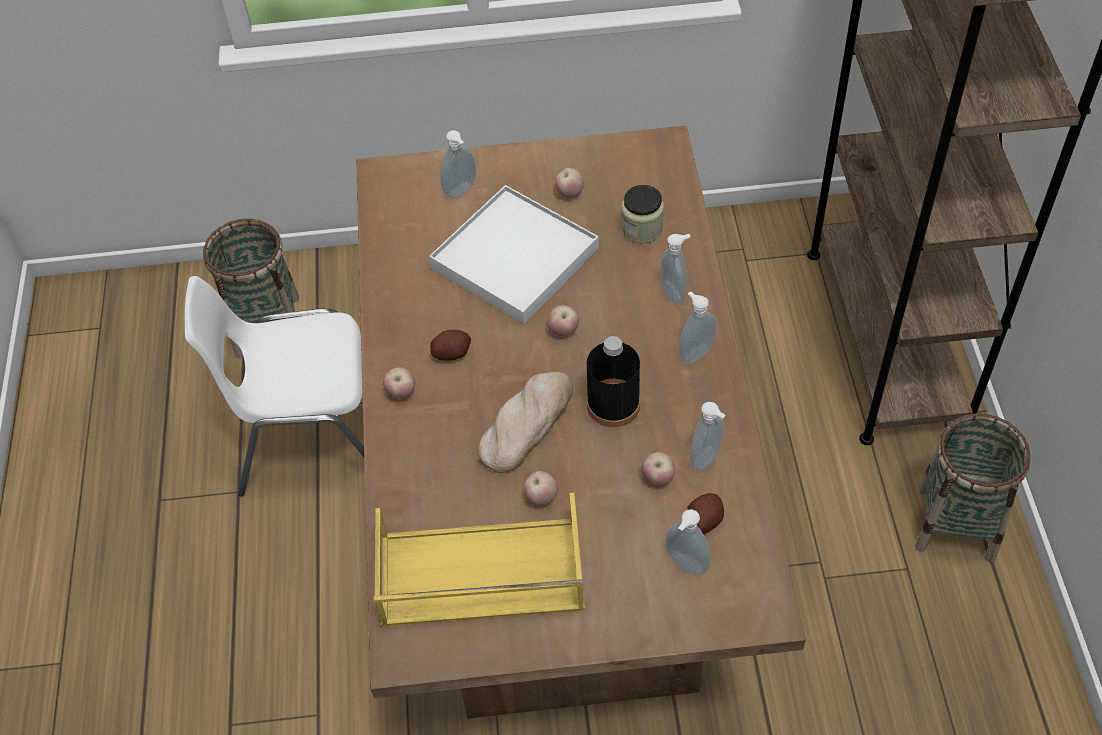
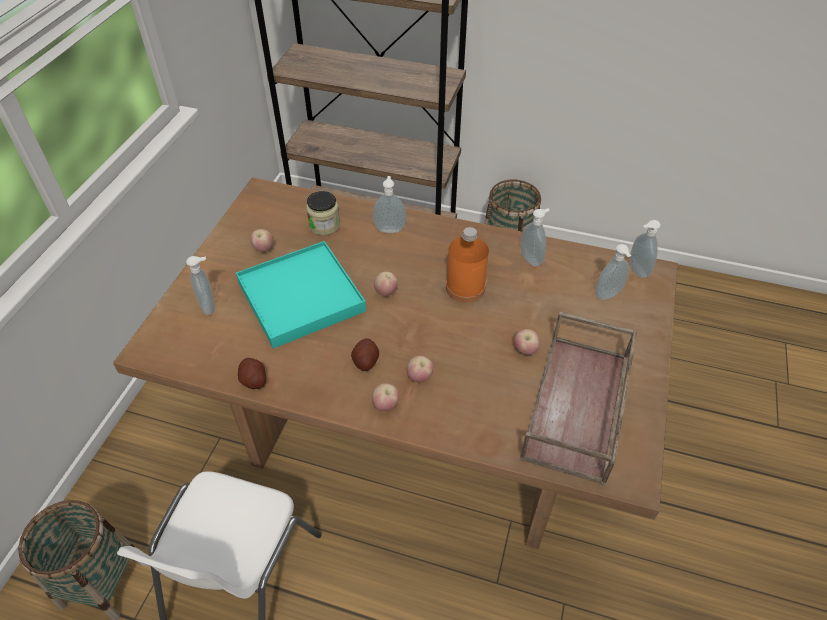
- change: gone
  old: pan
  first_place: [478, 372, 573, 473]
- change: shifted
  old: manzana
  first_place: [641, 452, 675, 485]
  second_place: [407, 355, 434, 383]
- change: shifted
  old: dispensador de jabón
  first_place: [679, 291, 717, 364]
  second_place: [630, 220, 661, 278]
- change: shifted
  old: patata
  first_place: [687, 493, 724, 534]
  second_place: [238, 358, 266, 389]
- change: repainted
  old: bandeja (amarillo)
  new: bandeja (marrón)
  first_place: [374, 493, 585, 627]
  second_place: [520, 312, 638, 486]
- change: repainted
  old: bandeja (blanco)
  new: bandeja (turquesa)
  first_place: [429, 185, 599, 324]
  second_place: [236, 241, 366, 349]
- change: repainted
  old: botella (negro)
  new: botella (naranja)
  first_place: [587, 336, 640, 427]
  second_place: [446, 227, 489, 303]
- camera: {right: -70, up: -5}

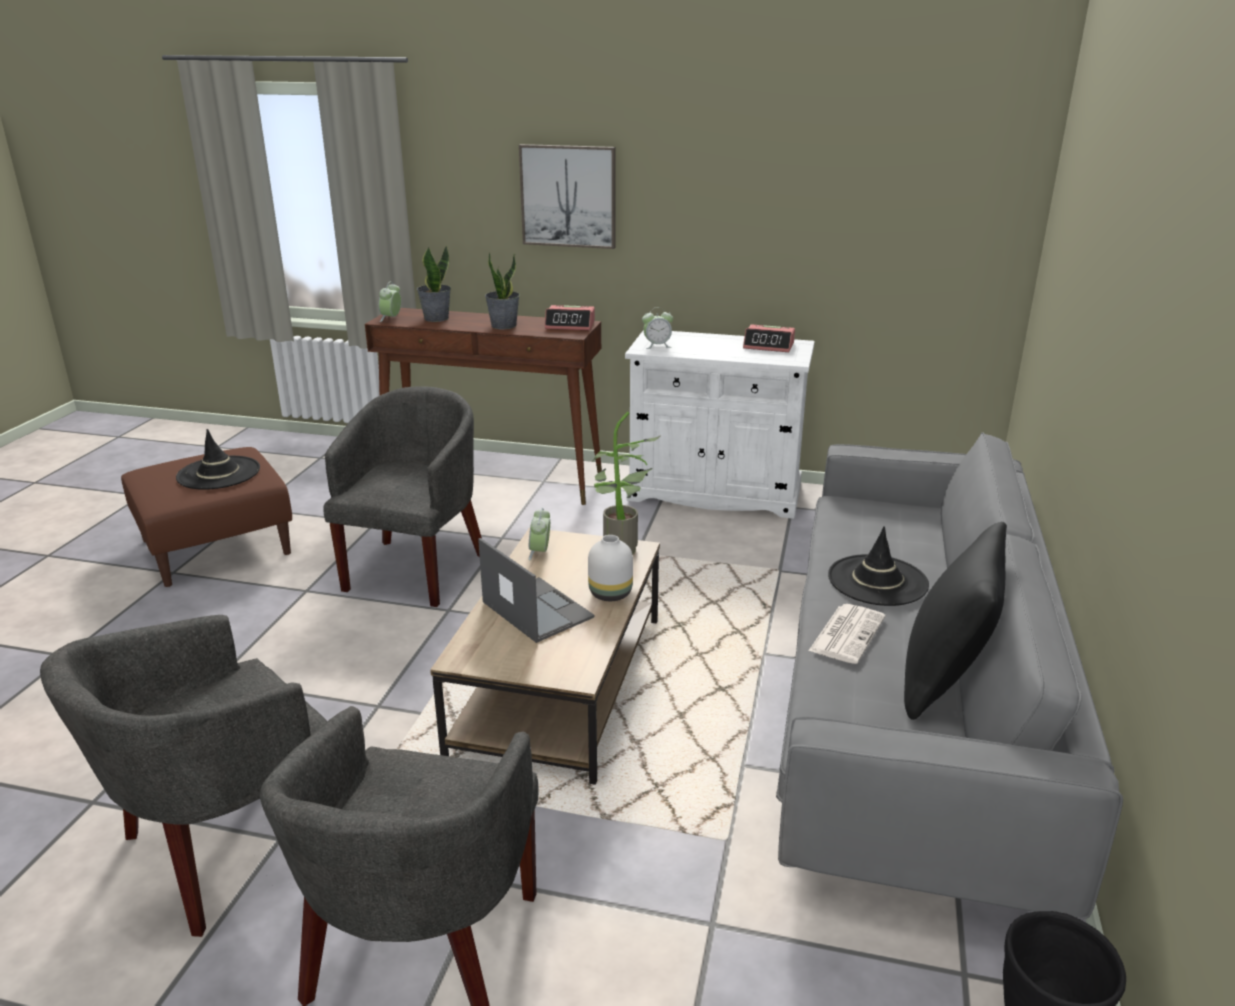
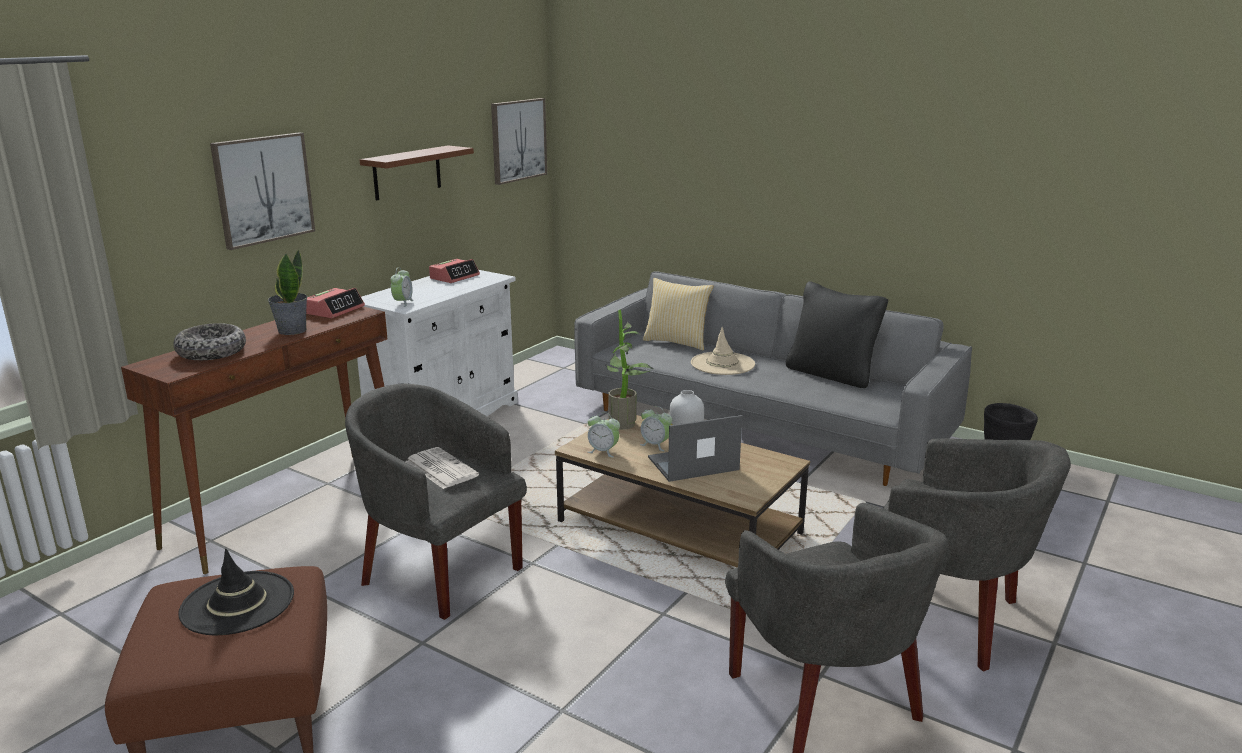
- change: new
  new: estante (marrón)
  second_place: [360, 145, 474, 200]
- change: new
  new: cuadro
  second_place: [491, 98, 547, 185]
- change: new
  new: cojín
  second_place: [643, 278, 714, 350]
- change: shifted
  old: despertador
  first_place: [379, 281, 401, 322]
  second_place: [640, 406, 672, 451]
- change: shifted
  old: periódico
  first_place: [808, 604, 885, 664]
  second_place: [405, 447, 479, 489]
- change: swapped
  old: planta en maceta
  new: cuenco
  first_place: [417, 245, 451, 322]
  second_place: [173, 323, 246, 360]
- change: repainted
  old: sombrero (negro)
  new: sombrero (beis)
  first_place: [828, 526, 929, 606]
  second_place: [691, 327, 755, 375]
- camera: {right: -70, up: -5}

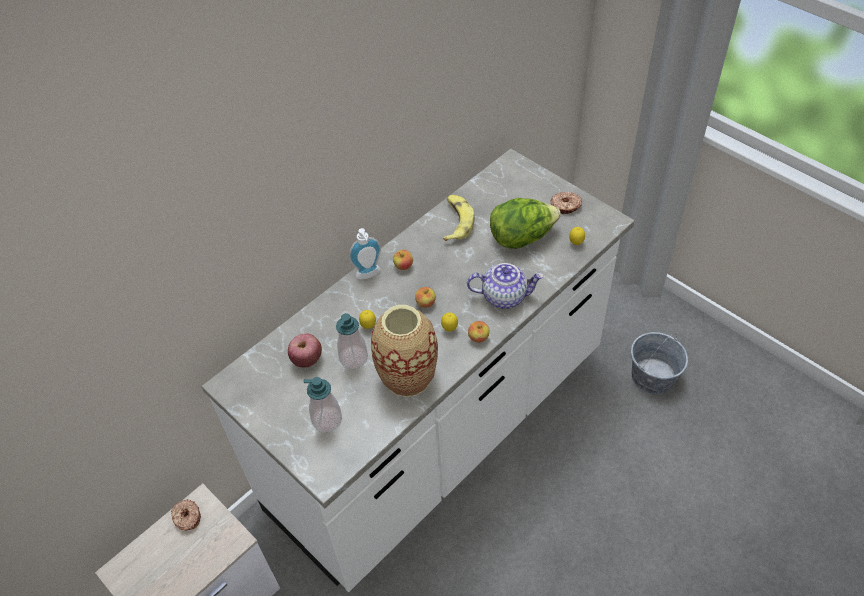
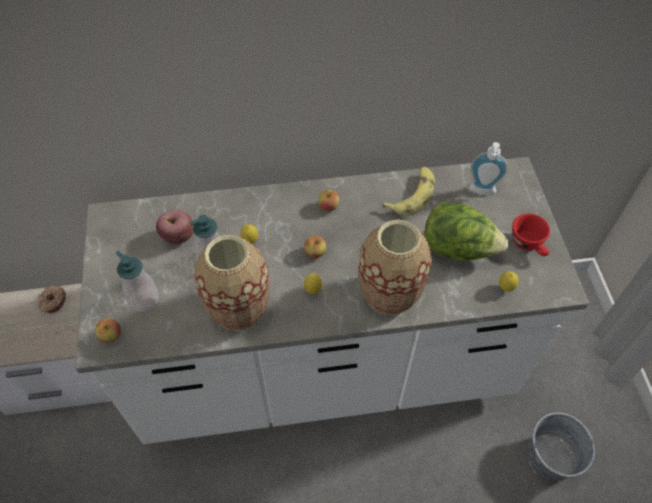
- change: shifted
  old: dispensador de jabón
  first_place: [349, 228, 381, 279]
  second_place: [469, 142, 508, 195]
- change: shifted
  old: manzana
  first_place: [468, 321, 489, 343]
  second_place: [95, 318, 121, 343]
- change: swapped
  old: tetera
  new: florero
  first_place: [467, 263, 544, 309]
  second_place: [359, 219, 432, 315]
- change: swapped
  old: rosquilla
  new: taza (rojo)
  first_place: [550, 192, 582, 214]
  second_place: [512, 213, 550, 256]
- camera: {right: 35, up: 5}

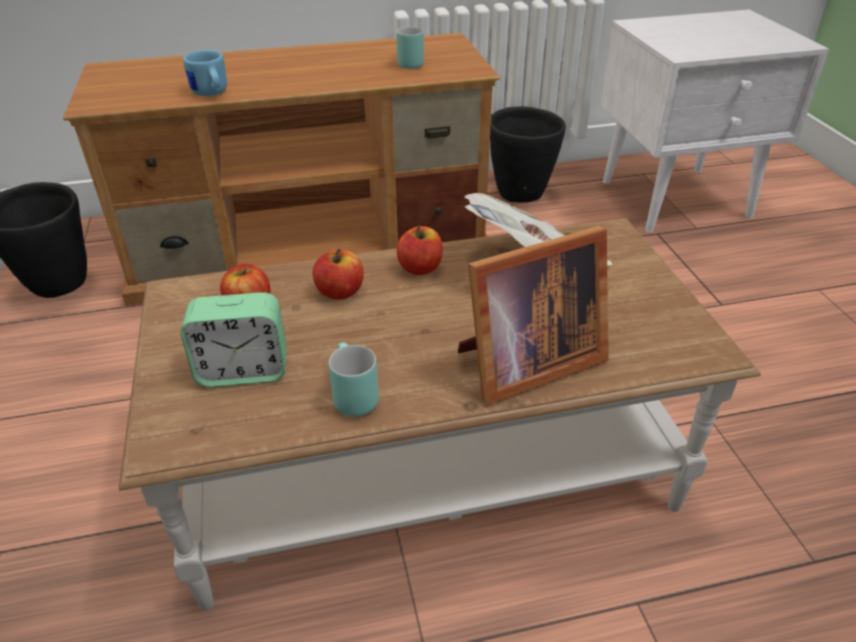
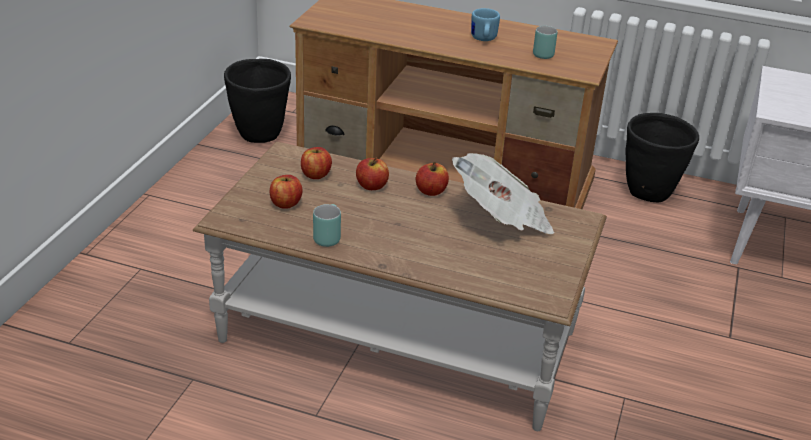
- change: gone
  old: portarretratos
  first_place: [458, 226, 609, 405]
- change: shifted
  old: taza grande (azul)
  first_place: [183, 50, 227, 96]
  second_place: [471, 8, 500, 41]
- change: swapped
  old: despertador
  new: manzana
  first_place: [181, 292, 286, 387]
  second_place: [270, 175, 303, 209]
- camera: {right: 30, up: -5}

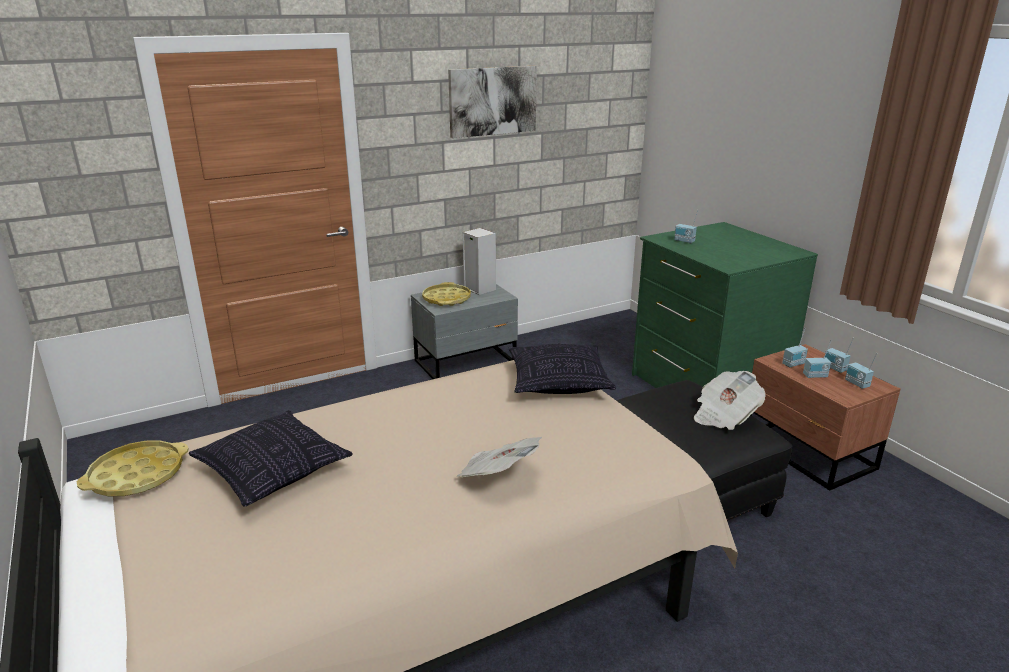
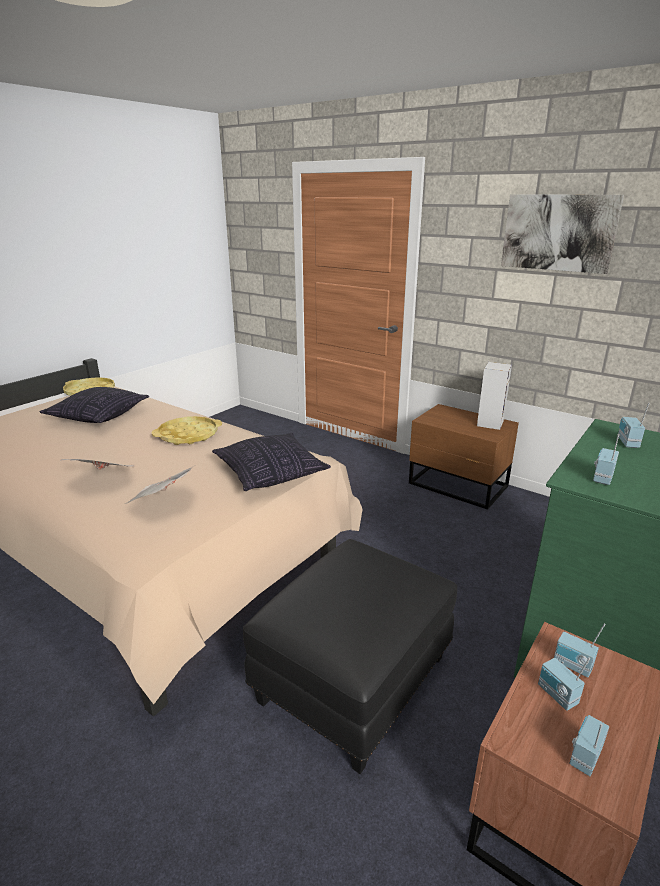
- change: shifted
  old: bandeja (amarillo)
  first_place: [422, 282, 471, 306]
  second_place: [152, 416, 222, 445]
- change: shifted
  old: periódico
  first_place: [694, 371, 766, 430]
  second_place: [125, 467, 192, 504]
- change: shifted
  old: radio
  first_place: [825, 338, 854, 373]
  second_place: [593, 434, 619, 485]
- change: repainted
  old: mesita de noche (gris)
  new: mesita de noche (marrón)
  first_place: [411, 284, 518, 379]
  second_place: [409, 404, 519, 510]
- camera: {right: 65, up: 0}

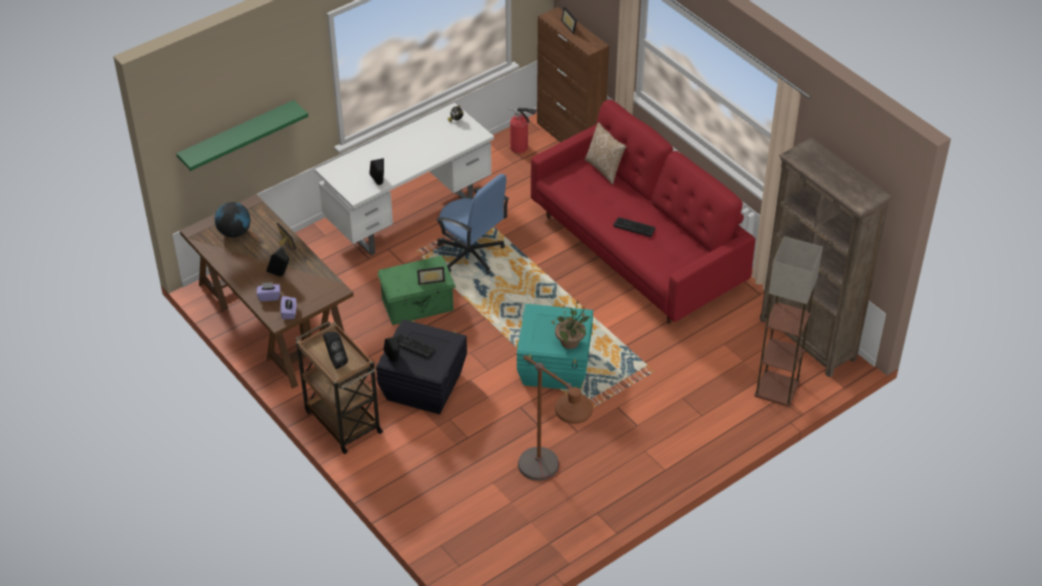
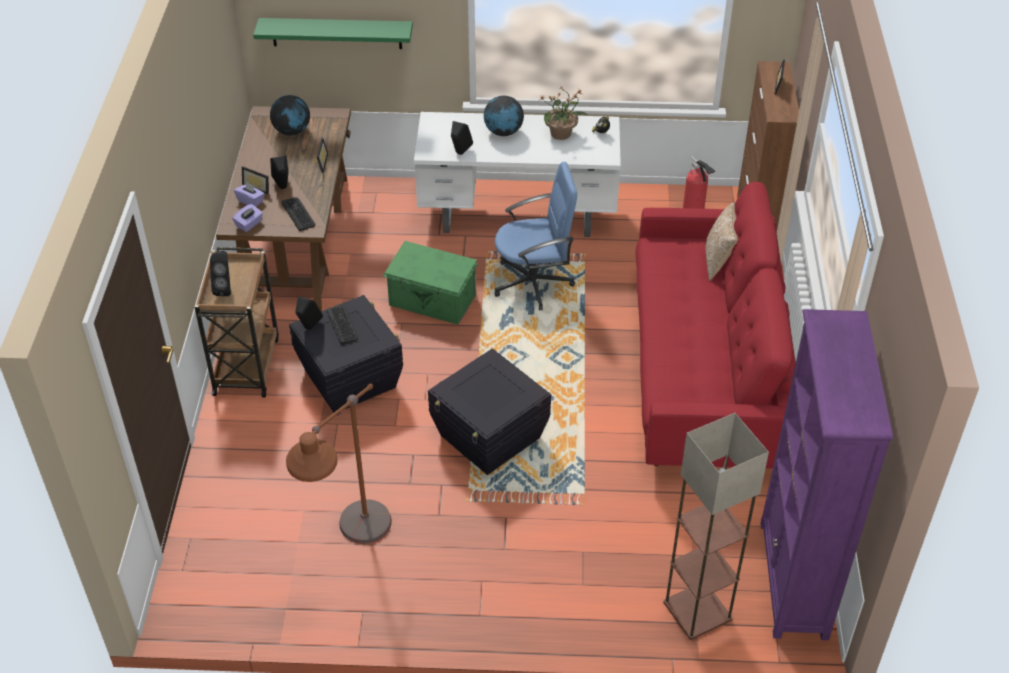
- change: new
  new: globo terráqueo
  second_place: [484, 96, 524, 136]
- change: shifted
  old: portarretratos
  first_place: [417, 267, 445, 285]
  second_place: [242, 166, 269, 195]
- change: shifted
  old: planta en maceta
  first_place: [552, 299, 590, 349]
  second_place: [539, 87, 587, 140]
- change: shifted
  old: teclado
  first_place: [614, 217, 655, 237]
  second_place: [282, 198, 315, 231]
- change: repainted
  old: caja de almacenaje (turquesa)
  new: caja de almacenaje (negro)
  first_place: [517, 304, 593, 389]
  second_place: [428, 348, 551, 475]
- change: repainted
  old: estantería (marrón)
  new: estantería (morado)
  first_place: [760, 138, 892, 377]
  second_place: [761, 309, 893, 640]
- change: rotated
  old: silla de oficina (azul)
  first_place: [436, 174, 509, 274]
  second_place: [494, 162, 577, 311]
  degrees: -90
- camera: {right: 40, up: 0}

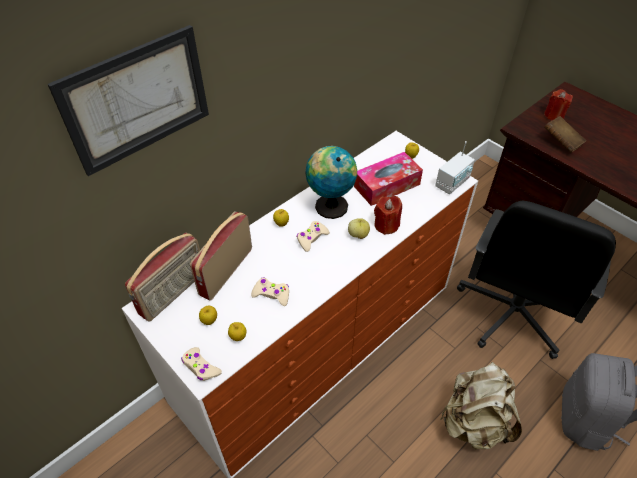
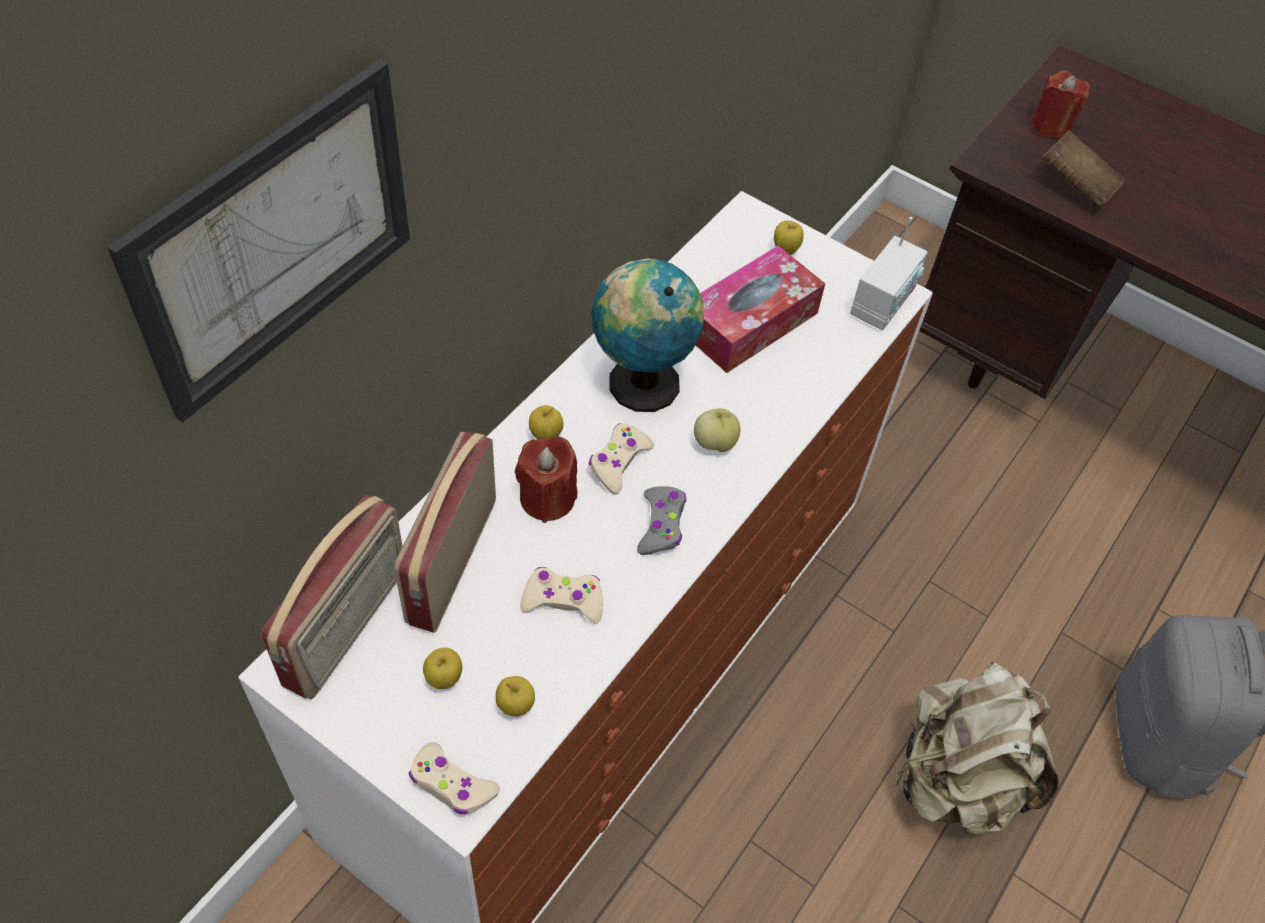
- change: gone
  old: silla de oficina (negro)
  first_place: [457, 201, 616, 359]
- change: new
  new: mando de consola (gris)
  second_place: [637, 486, 686, 555]
- change: shifted
  old: vela (rojo)
  first_place: [374, 196, 402, 235]
  second_place: [515, 436, 577, 523]
- camera: {right: -15, up: 5}

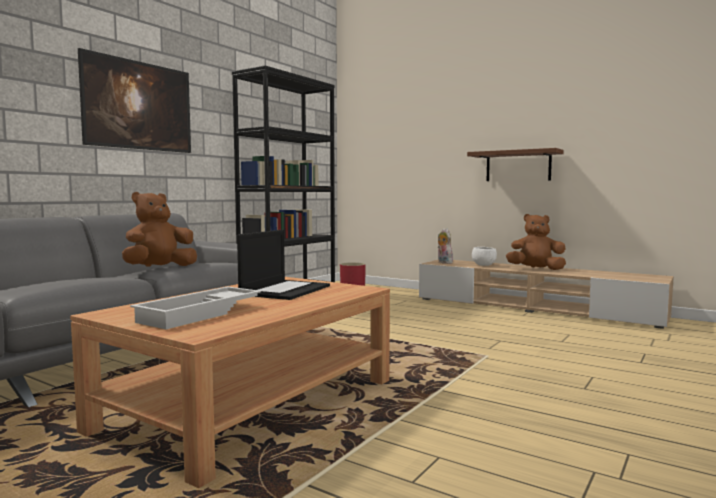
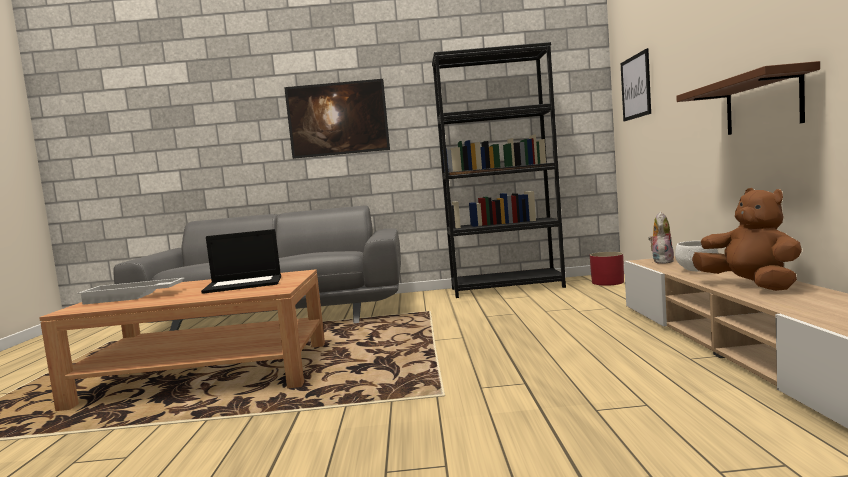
- change: gone
  old: peluche (marrón)
  first_place: [122, 192, 197, 267]
- change: new
  new: cuadro
  second_place: [621, 48, 651, 122]
- camera: {right: 55, up: 0}

